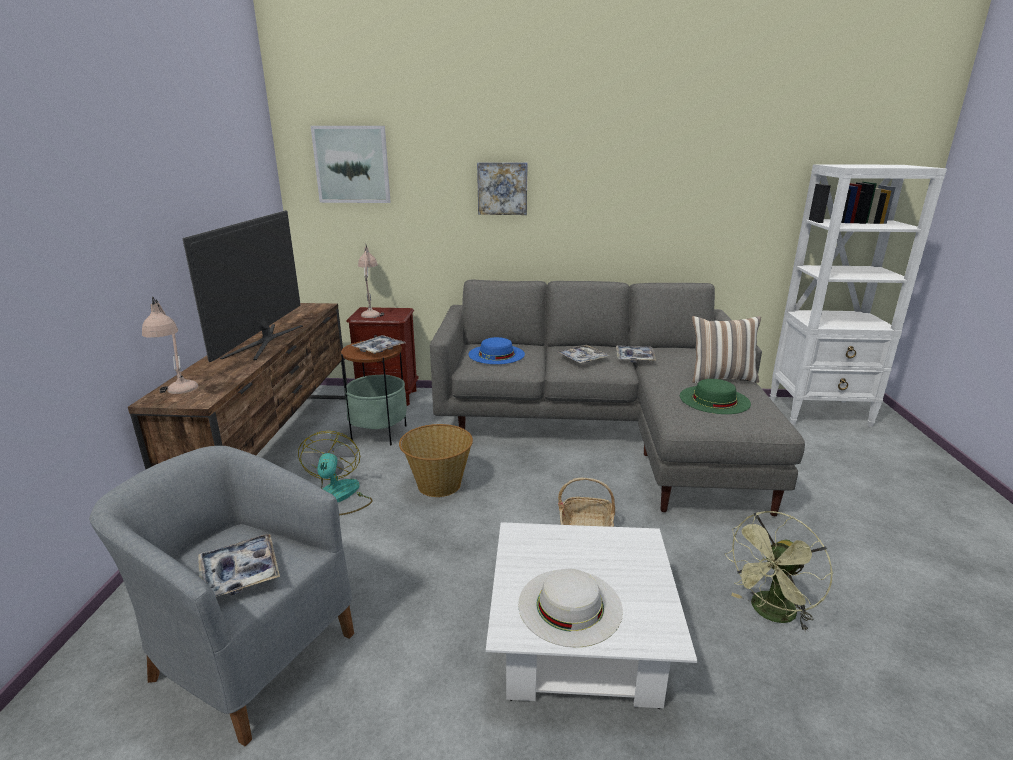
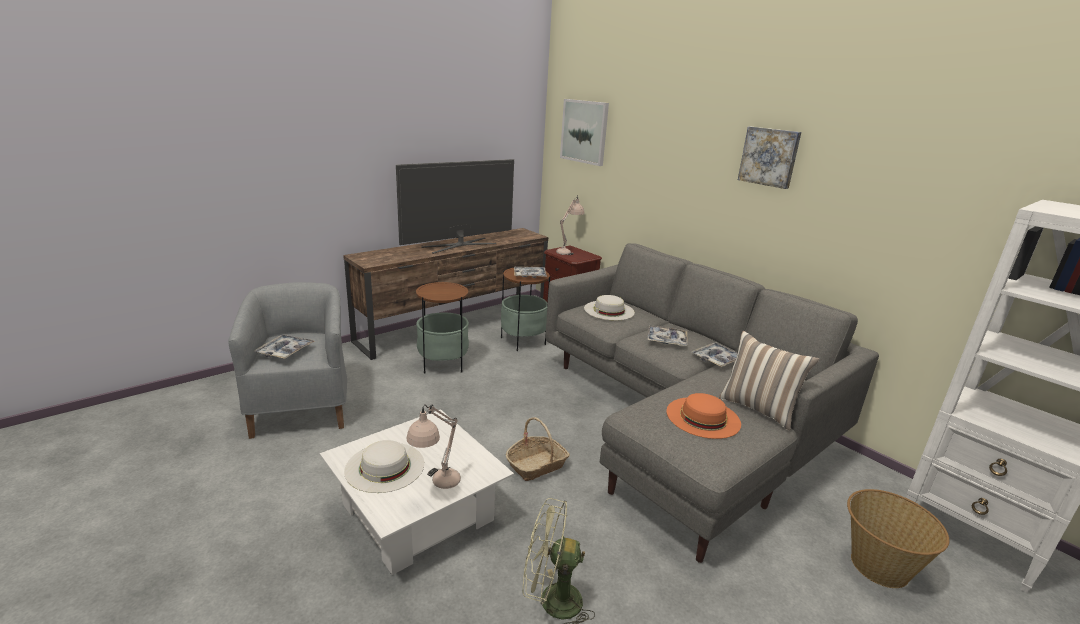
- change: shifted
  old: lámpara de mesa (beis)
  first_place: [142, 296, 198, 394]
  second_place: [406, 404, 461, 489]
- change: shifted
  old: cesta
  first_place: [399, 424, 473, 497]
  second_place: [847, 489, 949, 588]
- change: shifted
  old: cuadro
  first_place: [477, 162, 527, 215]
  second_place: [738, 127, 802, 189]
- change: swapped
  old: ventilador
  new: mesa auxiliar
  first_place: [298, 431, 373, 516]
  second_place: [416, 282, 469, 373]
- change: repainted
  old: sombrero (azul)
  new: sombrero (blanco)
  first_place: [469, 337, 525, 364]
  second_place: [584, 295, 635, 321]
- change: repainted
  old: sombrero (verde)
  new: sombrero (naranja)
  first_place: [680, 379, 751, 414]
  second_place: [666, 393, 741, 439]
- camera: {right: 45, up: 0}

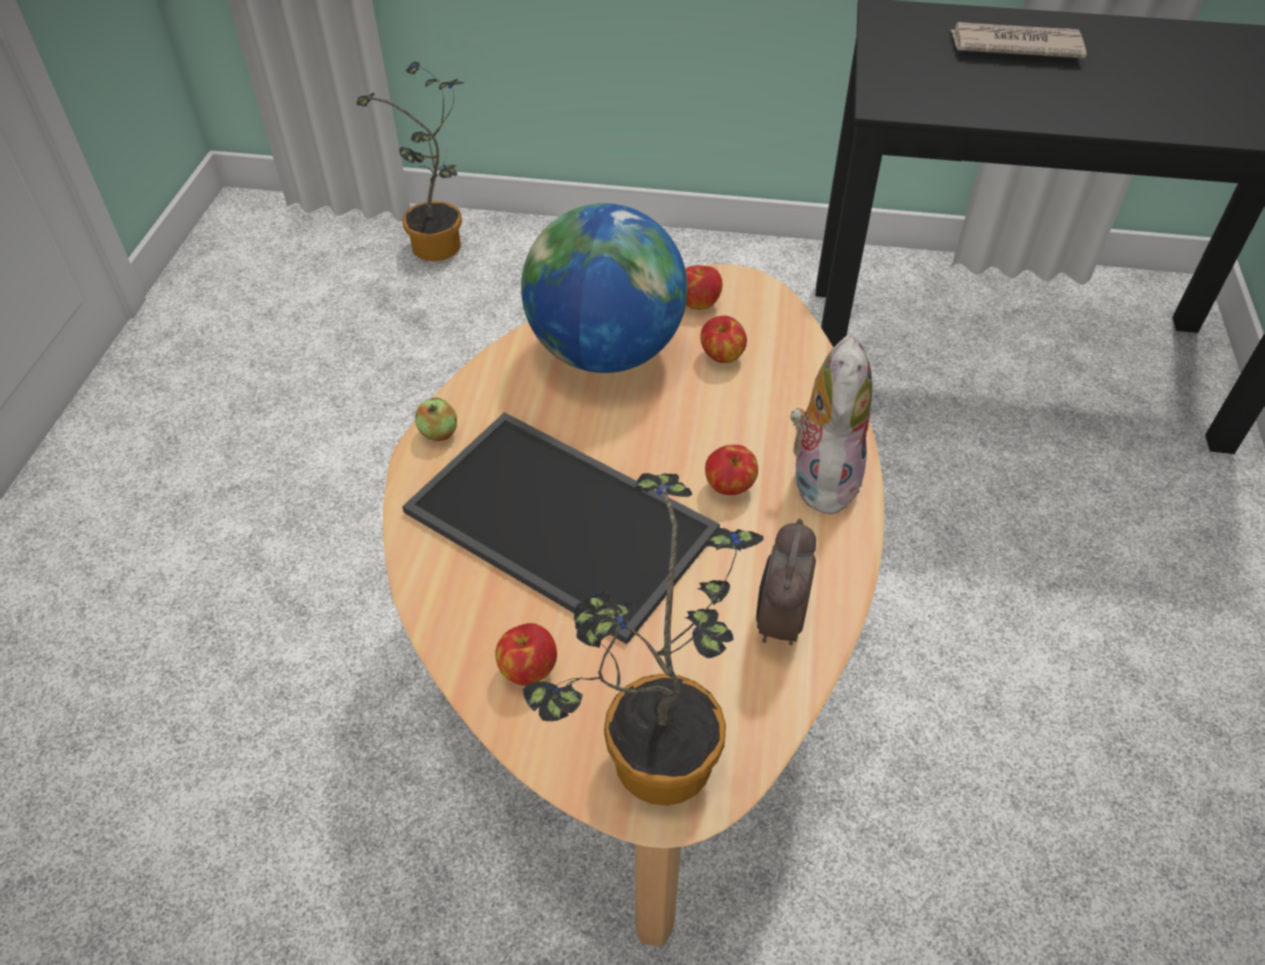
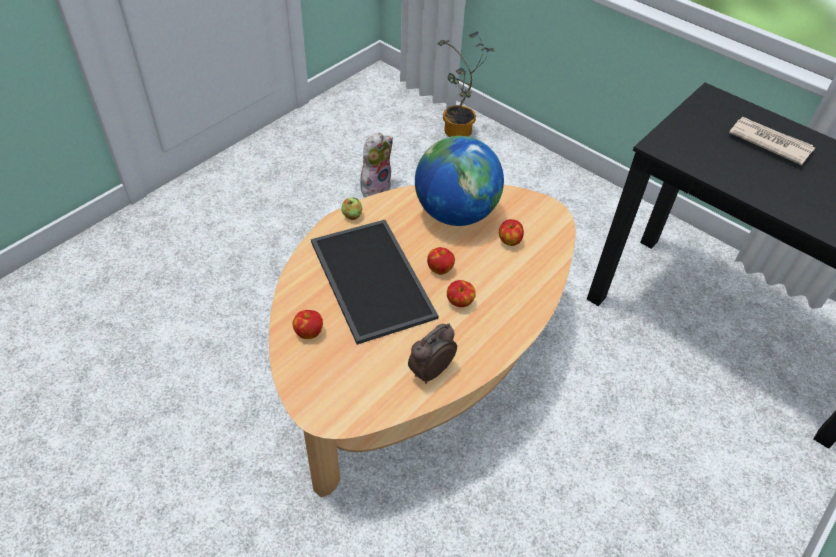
- change: gone
  old: planta en maceta
  first_place: [523, 473, 764, 806]
- change: shifted
  old: manzana
  first_place: [685, 265, 723, 310]
  second_place: [427, 247, 455, 275]
- change: shifted
  old: peluche
  first_place: [790, 335, 872, 514]
  second_place: [360, 132, 393, 197]
- camera: {right: 30, up: 0}

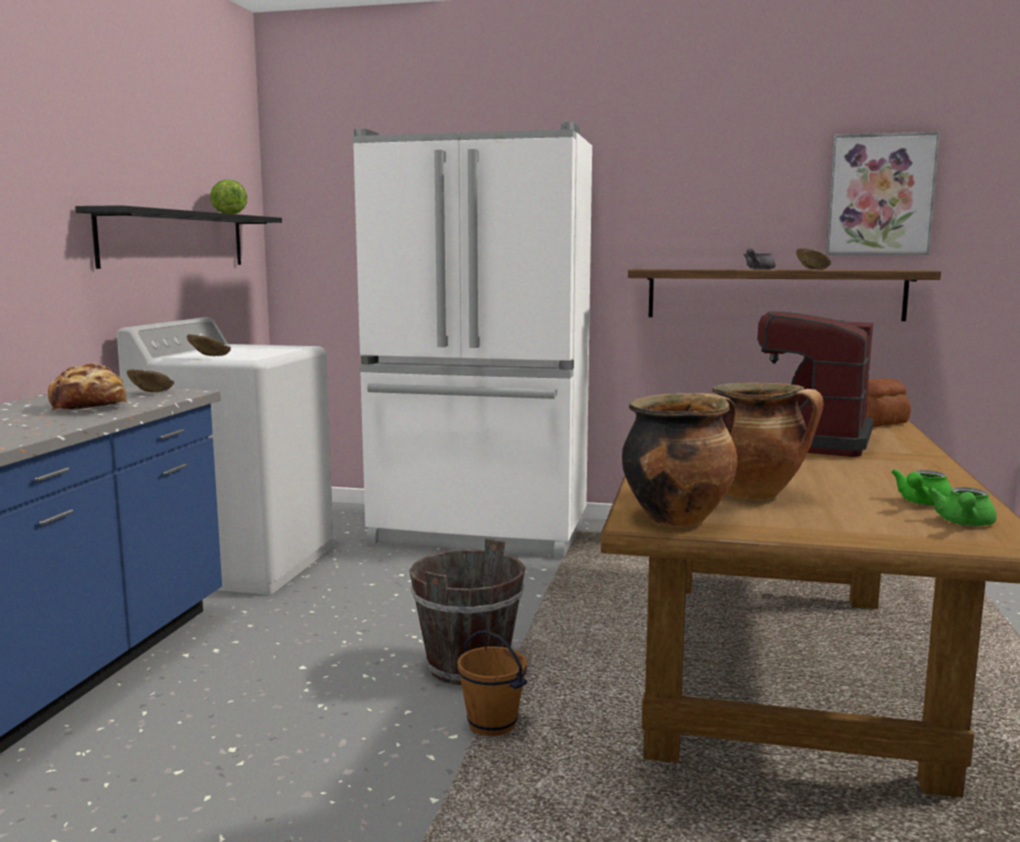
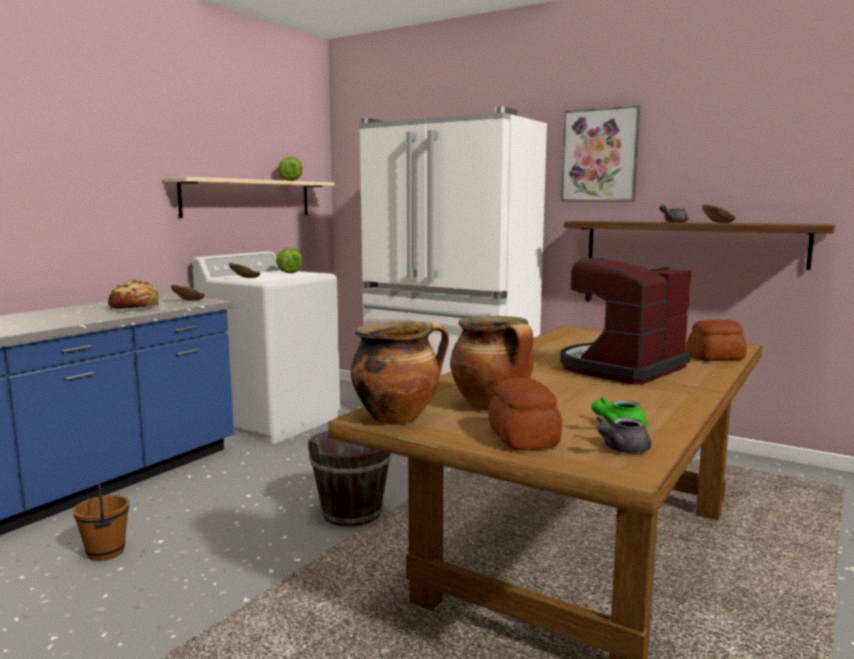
- change: new
  new: lechuga
  second_place: [276, 248, 303, 273]
- change: new
  new: pan
  second_place: [489, 377, 562, 451]
- change: shifted
  old: cubo (marrón)
  first_place: [457, 630, 527, 736]
  second_place: [73, 482, 129, 561]
- change: shifted
  old: cuadro
  first_place: [826, 132, 940, 255]
  second_place: [561, 105, 640, 202]
- change: repainted
  old: estante (negro)
  new: estante (beis)
  first_place: [75, 205, 282, 269]
  second_place: [164, 177, 335, 218]
- change: repainted
  old: tetera (verde)
  new: tetera (gris)
  first_place: [928, 487, 997, 526]
  second_place: [597, 415, 651, 453]
- camera: {right: 20, up: 0}

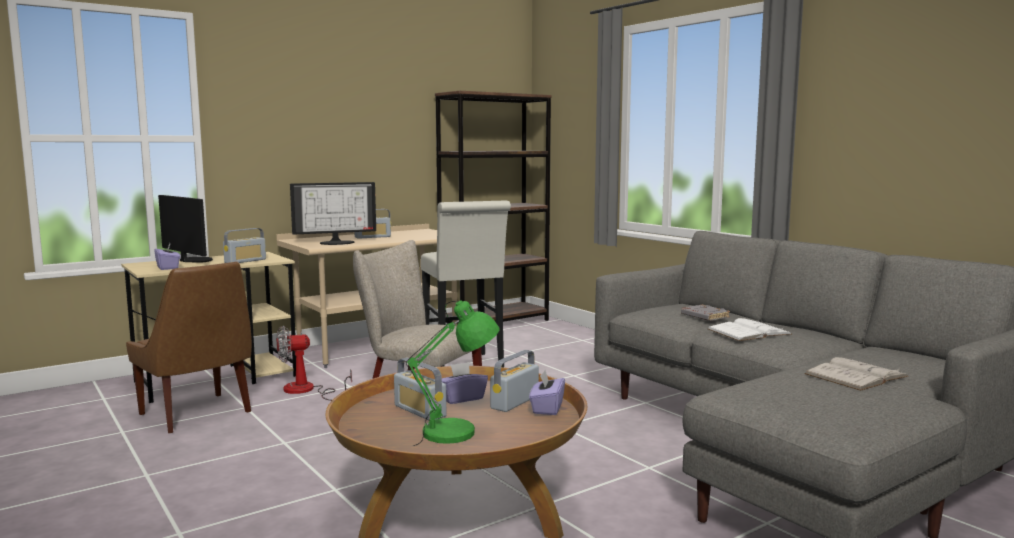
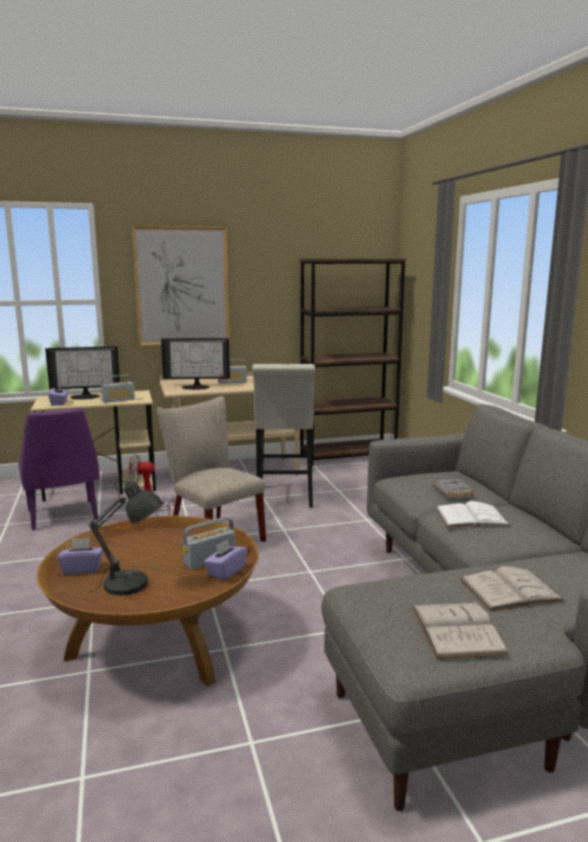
- change: gone
  old: radio
  first_place: [394, 358, 446, 420]
- change: new
  new: cuadro
  second_place: [132, 226, 230, 346]
- change: new
  new: libro (blanco)
  second_place: [412, 601, 509, 659]
- change: shifted
  old: caja de pañuelos (morado)
  first_place: [442, 362, 488, 404]
  second_place: [57, 538, 103, 574]
- change: repainted
  old: silla (marrón)
  new: silla (morado)
  first_place: [126, 261, 252, 433]
  second_place: [18, 408, 99, 531]
- change: repainted
  old: lámpara de mesa (verde)
  new: lámpara de mesa (gris)
  first_place: [406, 300, 499, 446]
  second_place: [89, 481, 163, 595]
- change: rotated
  old: monitor
  first_place: [158, 195, 213, 263]
  second_place: [45, 346, 120, 400]
  degrees: 105
- camera: {right: 20, up: 5}

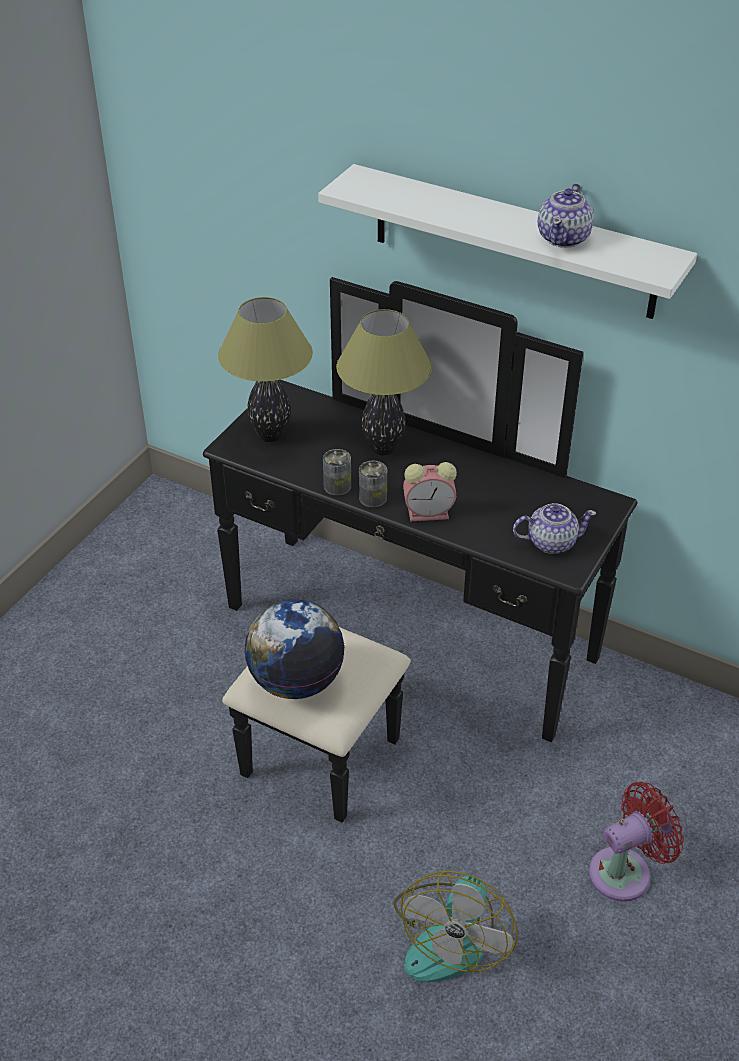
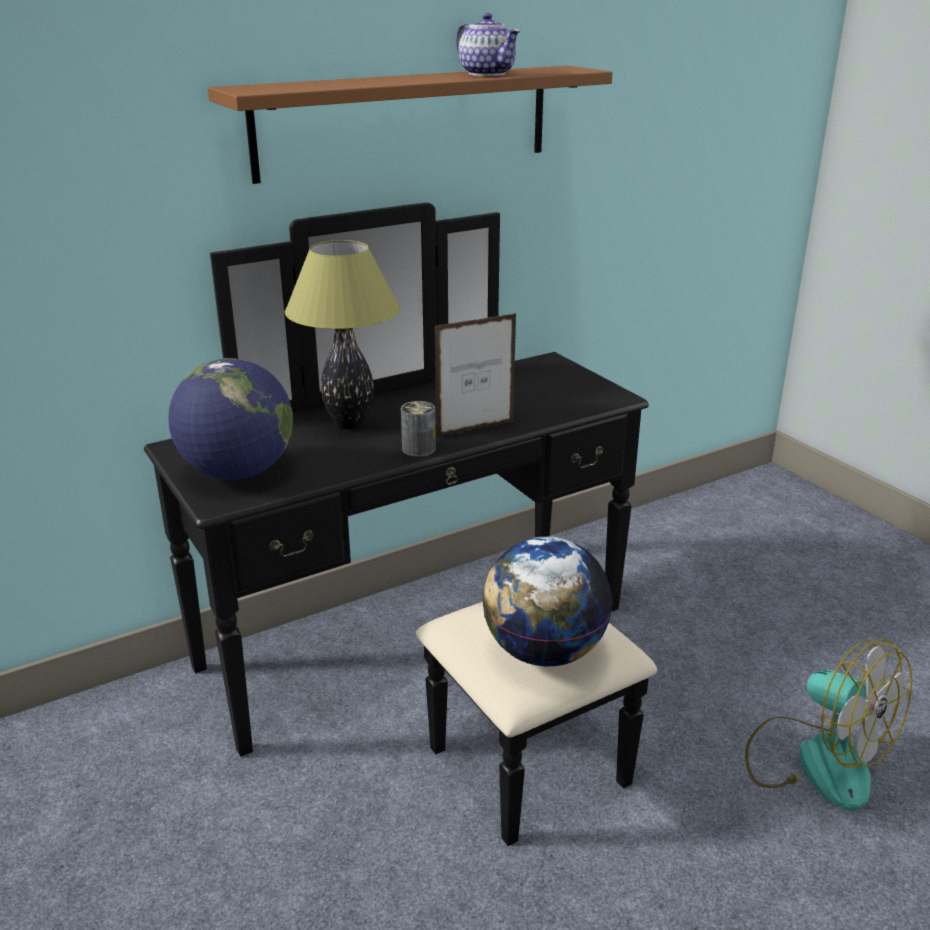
- change: gone
  old: lata
  first_place: [323, 449, 351, 496]
- change: gone
  old: tetera
  first_place: [513, 503, 596, 554]
- change: gone
  old: ventilador (rojo)
  first_place: [589, 782, 684, 902]
- change: swapped
  old: lámpara de mesa
  new: globo terráqueo
  first_place: [218, 297, 313, 442]
  second_place: [168, 358, 293, 480]
- change: swapped
  old: despertador
  new: portarretratos
  first_place: [403, 462, 457, 522]
  second_place: [435, 313, 516, 437]
- change: repainted
  old: estante (blanco)
  new: estante (marrón)
  first_place: [318, 164, 697, 319]
  second_place: [208, 65, 613, 184]
- camera: {right: -60, up: -15}

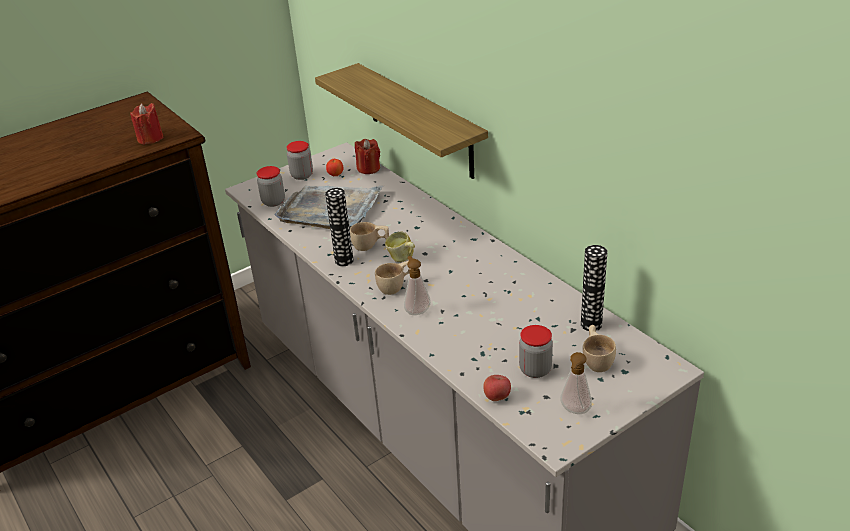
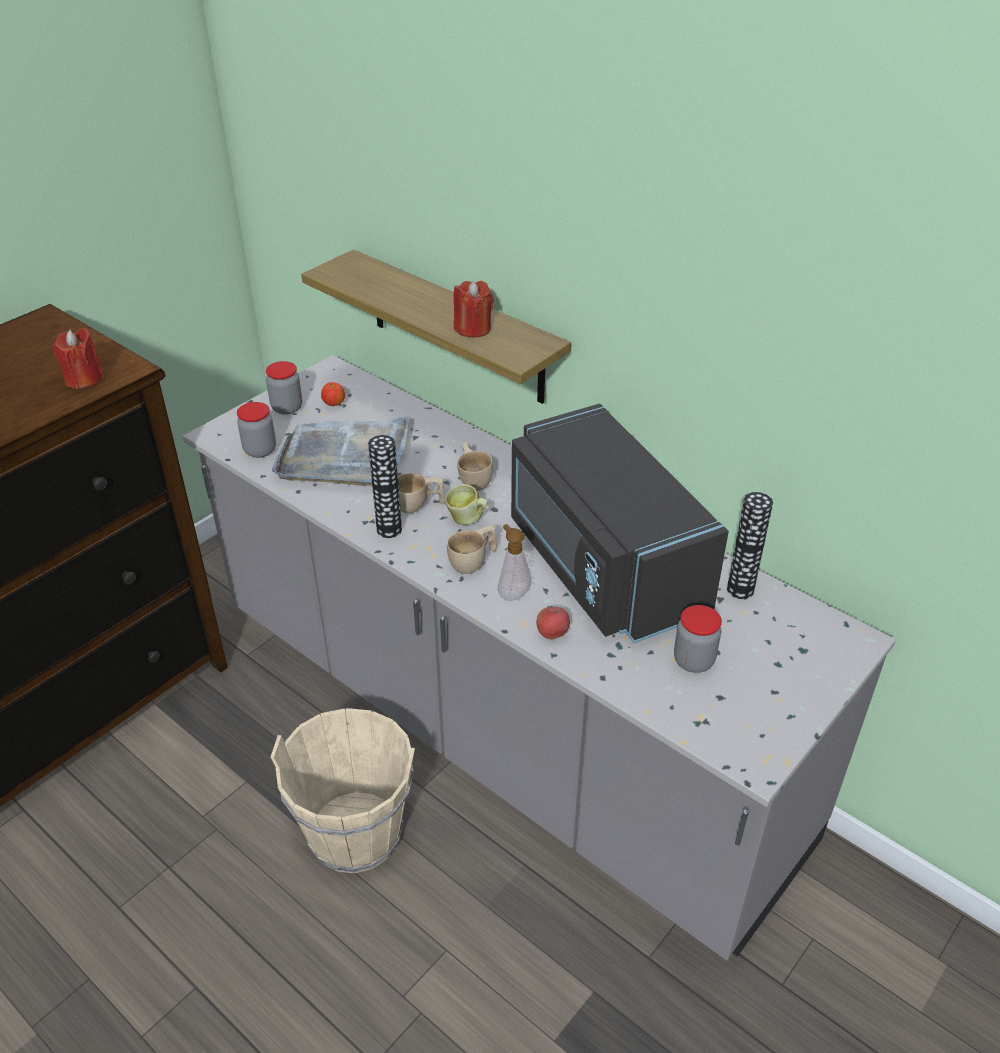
- change: gone
  old: dispensador de jabón
  first_place: [560, 352, 592, 414]
- change: new
  new: cubo (beis)
  second_place: [271, 708, 415, 873]
- change: new
  new: microondas (negro)
  second_place: [511, 404, 729, 644]
- change: shifted
  old: vela (rojo)
  first_place: [355, 139, 380, 174]
  second_place: [453, 281, 494, 338]
- change: shifted
  old: manzana
  first_place: [483, 375, 511, 401]
  second_place: [536, 607, 570, 639]
- change: shifted
  old: taza (beis)
  first_place: [583, 325, 616, 372]
  second_place: [457, 442, 493, 491]
- camera: {right: -15, up: 5}

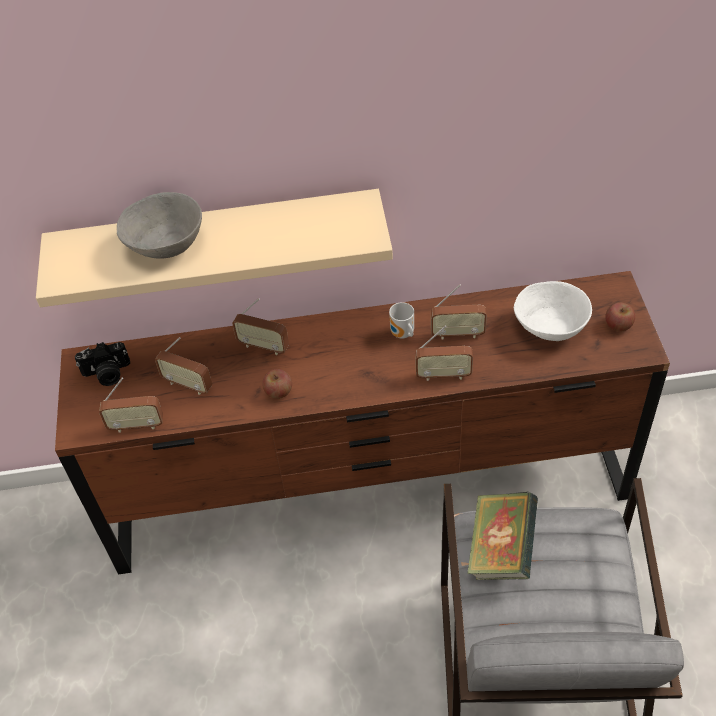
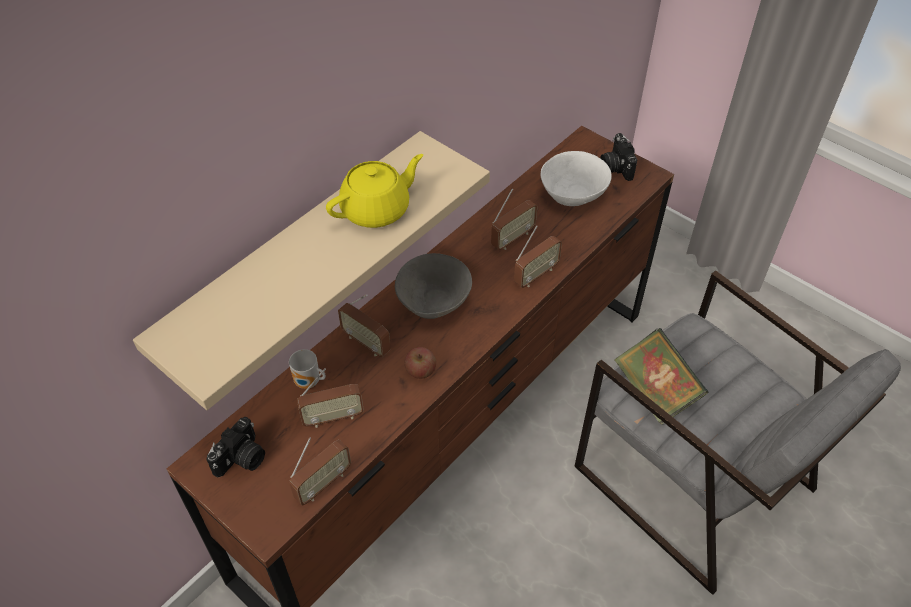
- change: new
  new: tetera (amarillo)
  second_place: [326, 154, 423, 228]
- change: shifted
  old: cuenco (gris)
  first_place: [117, 192, 202, 259]
  second_place: [395, 253, 472, 319]
- change: shifted
  old: taza grande
  first_place: [389, 302, 414, 339]
  second_place: [289, 349, 326, 389]
- change: swapped
  old: manzana
  new: cámara
  first_place: [605, 303, 635, 331]
  second_place: [600, 133, 637, 181]
- change: rotated
  old: radio
  first_place: [232, 298, 289, 355]
  second_place: [338, 294, 391, 357]
  degrees: 60
- camera: {right: -45, up: 0}

